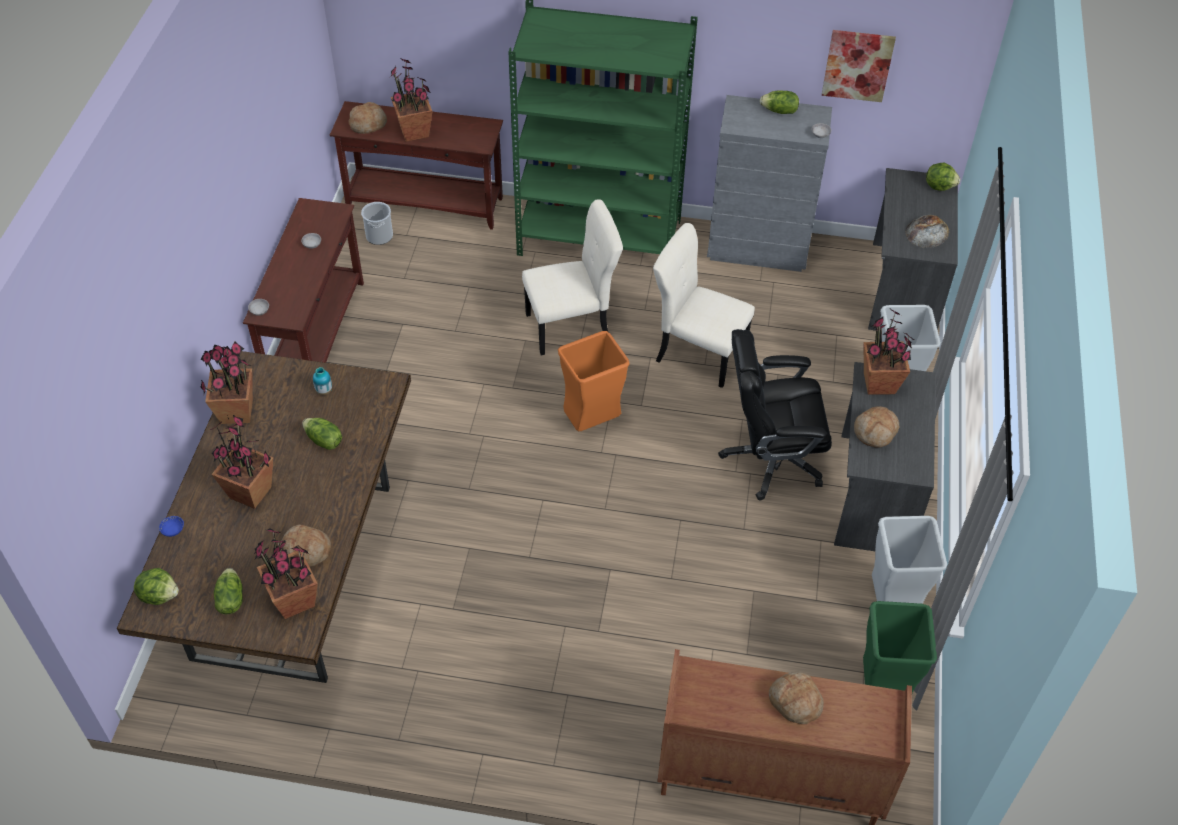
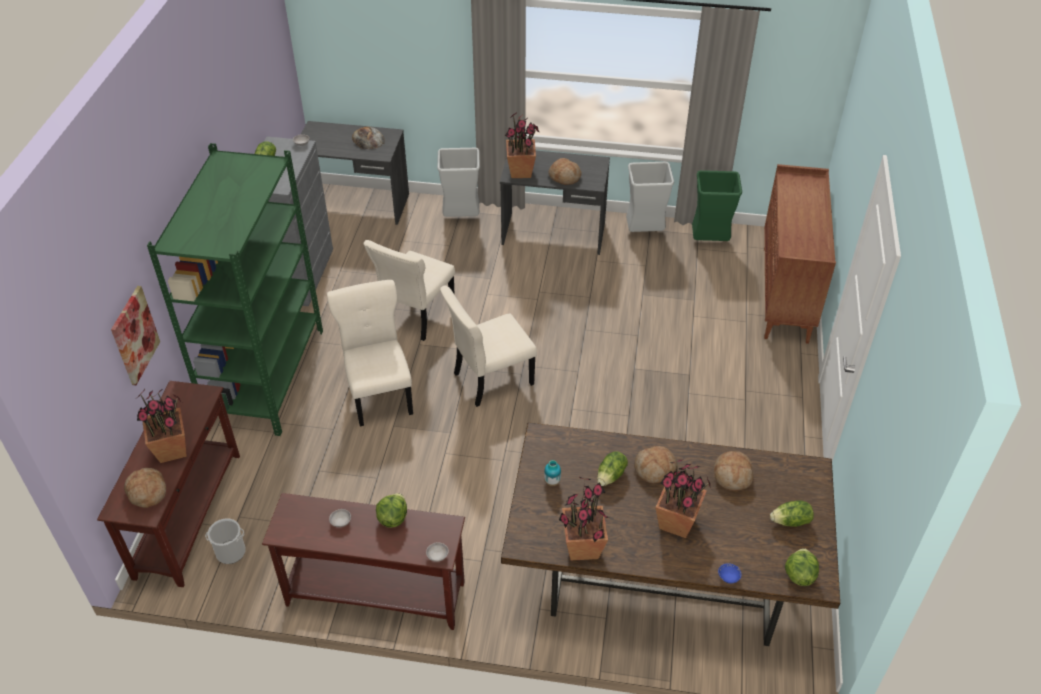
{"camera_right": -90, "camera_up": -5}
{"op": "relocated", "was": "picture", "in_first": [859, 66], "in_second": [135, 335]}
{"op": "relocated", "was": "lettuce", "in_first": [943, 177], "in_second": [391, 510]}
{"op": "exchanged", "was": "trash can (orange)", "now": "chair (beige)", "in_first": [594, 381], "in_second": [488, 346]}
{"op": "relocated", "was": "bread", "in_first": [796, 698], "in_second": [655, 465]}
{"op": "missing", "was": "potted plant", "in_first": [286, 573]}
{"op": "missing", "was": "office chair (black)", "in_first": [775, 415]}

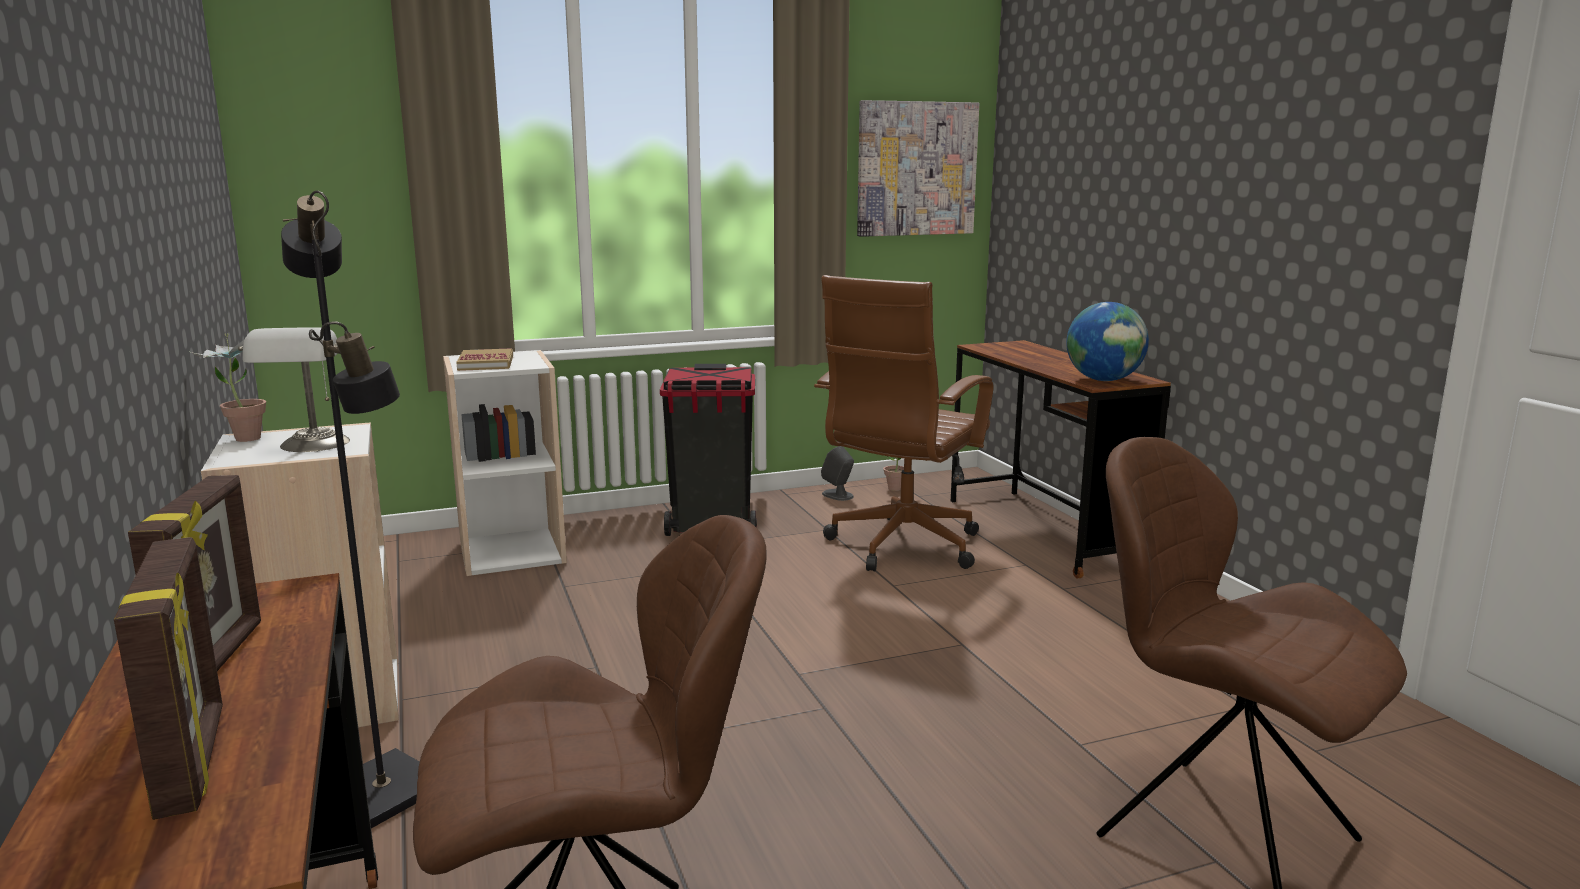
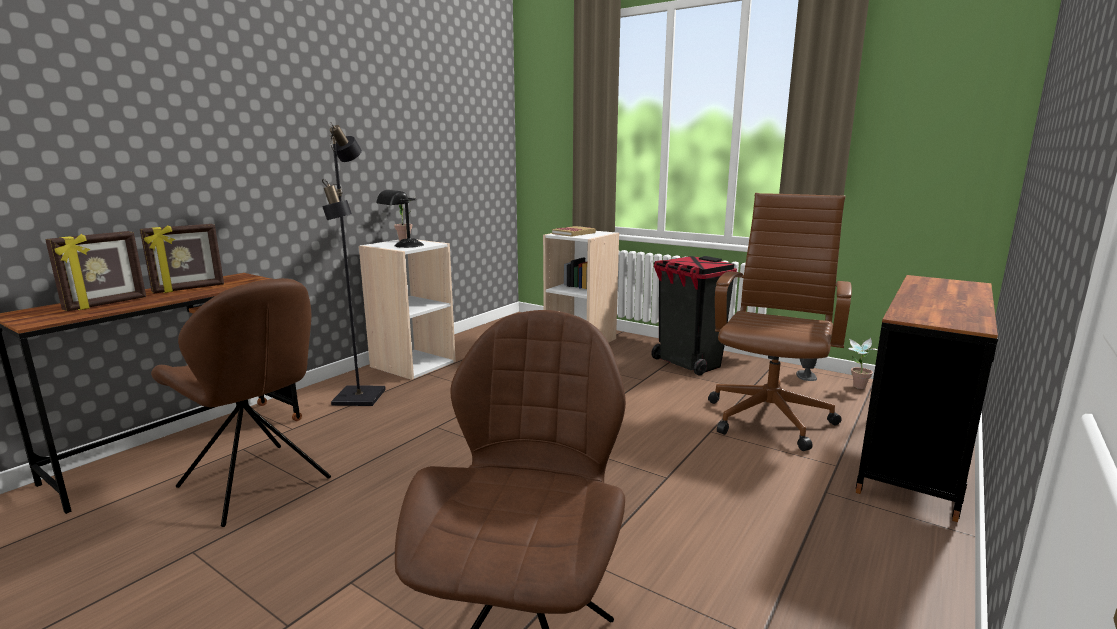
{"camera_right": 55, "camera_up": 0}
{"op": "colour", "was": "table lamp (white)", "now": "table lamp (black)", "in_first": [294, 389], "in_second": [400, 219]}
{"op": "spun", "was": "office chair (brown)", "in_first": [903, 423], "in_second": [780, 322], "clockwise": 120}
{"op": "missing", "was": "picture", "in_first": [918, 168]}
{"op": "missing", "was": "globe", "in_first": [1107, 341]}

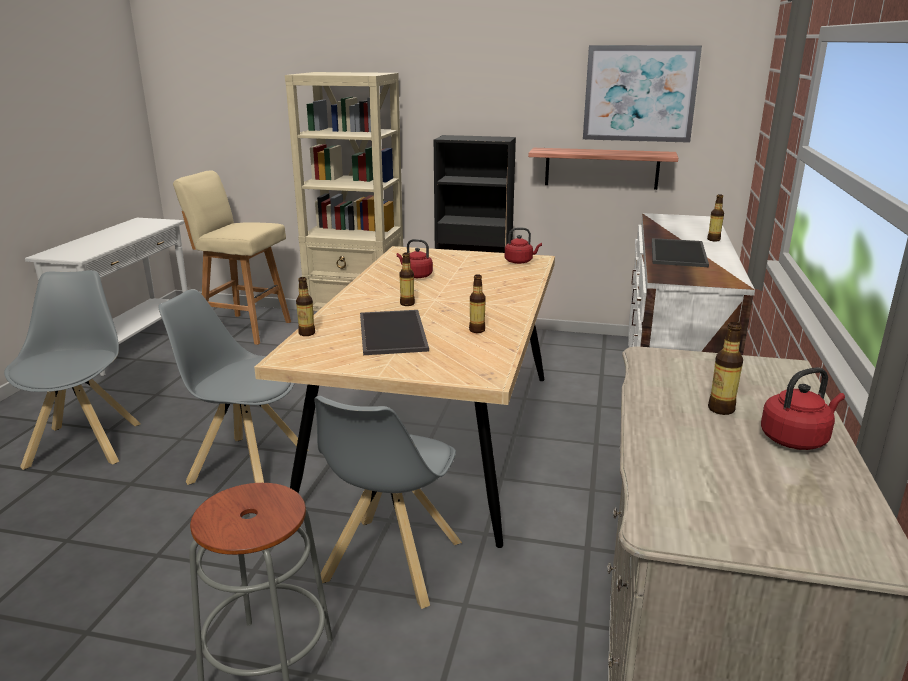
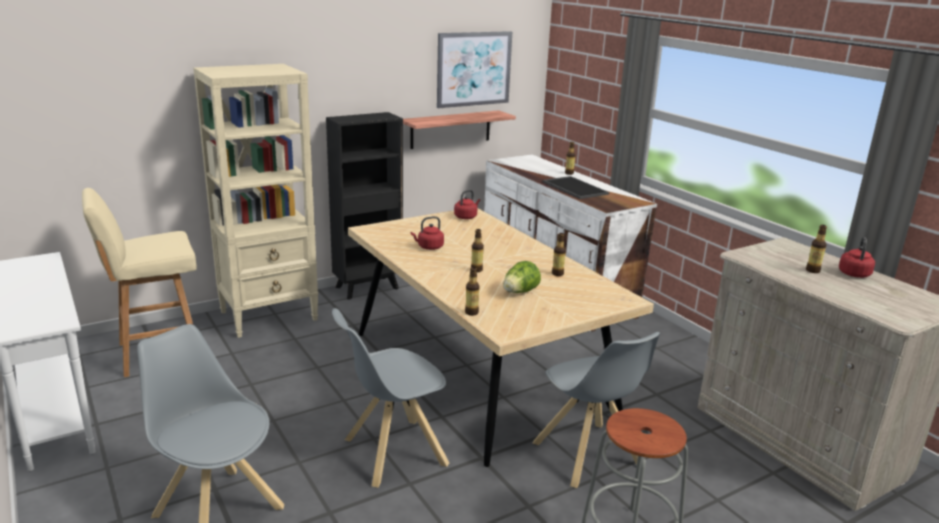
{"camera_right": -45, "camera_up": 0}
{"op": "exchanged", "was": "tray", "now": "lettuce", "in_first": [394, 332], "in_second": [522, 277]}

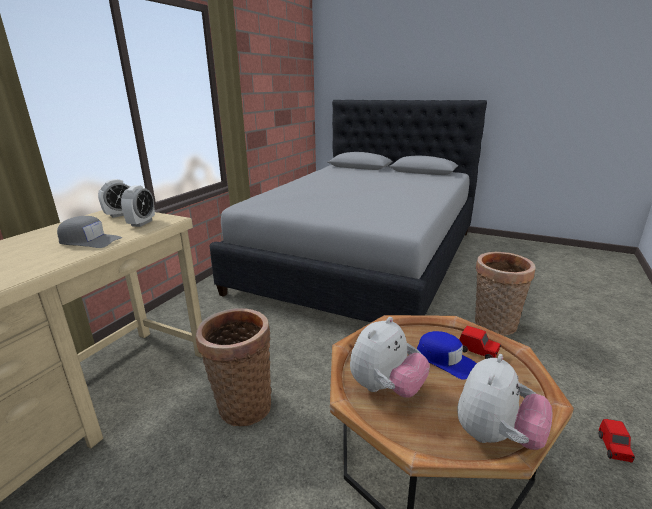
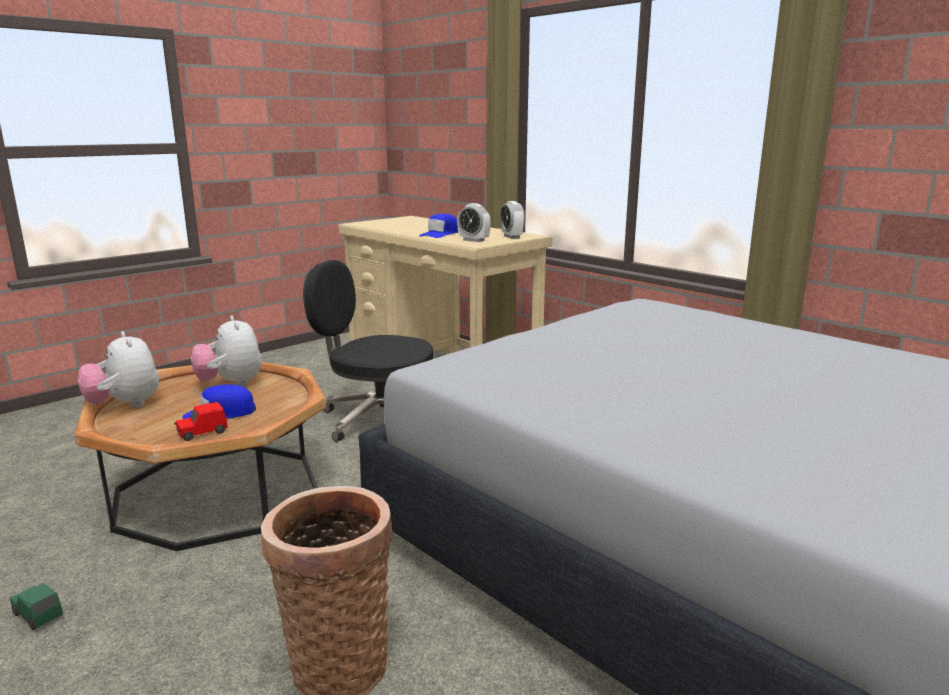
{"camera_right": 110, "camera_up": -5}
{"op": "colour", "was": "toy car (red)", "now": "toy car (green)", "in_first": [617, 441], "in_second": [36, 606]}
{"op": "exchanged", "was": "basket", "now": "office chair (black)", "in_first": [233, 367], "in_second": [368, 351]}
{"op": "colour", "was": "cap (grey)", "now": "cap (blue)", "in_first": [89, 232], "in_second": [438, 226]}

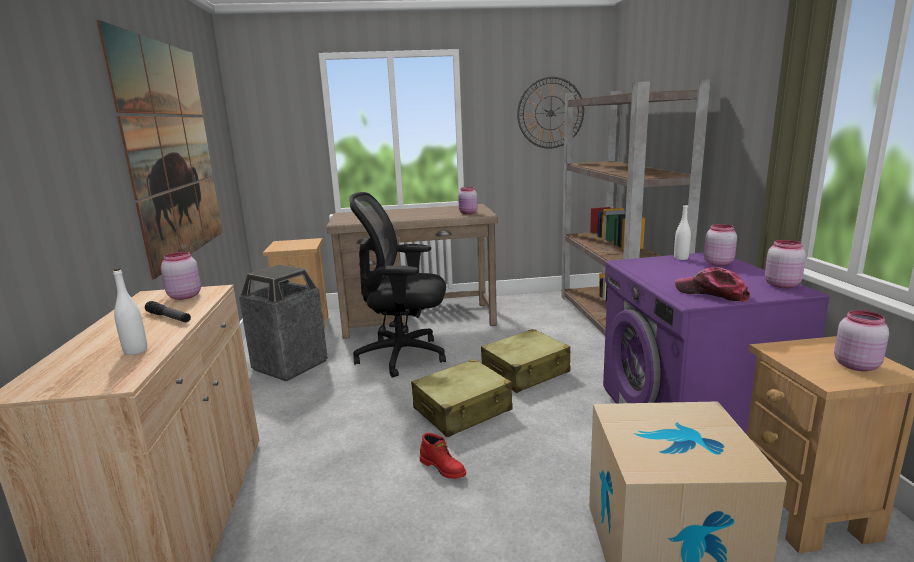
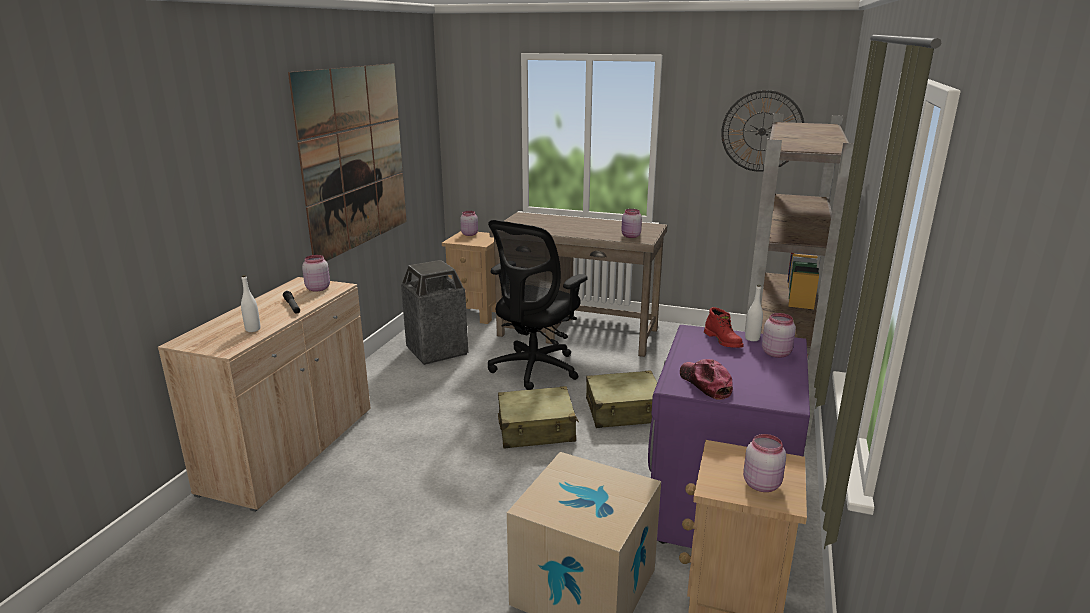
{"camera_right": 25, "camera_up": 5}
{"op": "relocated", "was": "jar (pink)", "in_first": [785, 264], "in_second": [469, 223]}
{"op": "spun", "was": "office chair (black)", "in_first": [397, 285], "in_second": [538, 305], "clockwise": -90}
{"op": "relocated", "was": "boot (red)", "in_first": [443, 456], "in_second": [724, 327]}

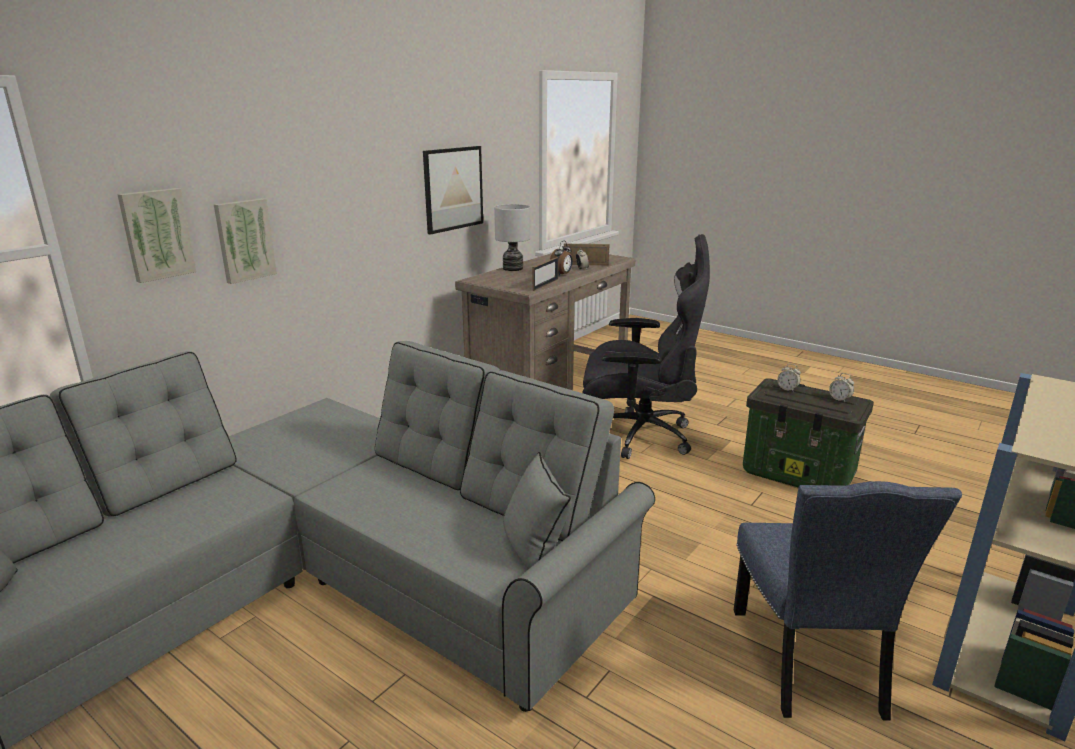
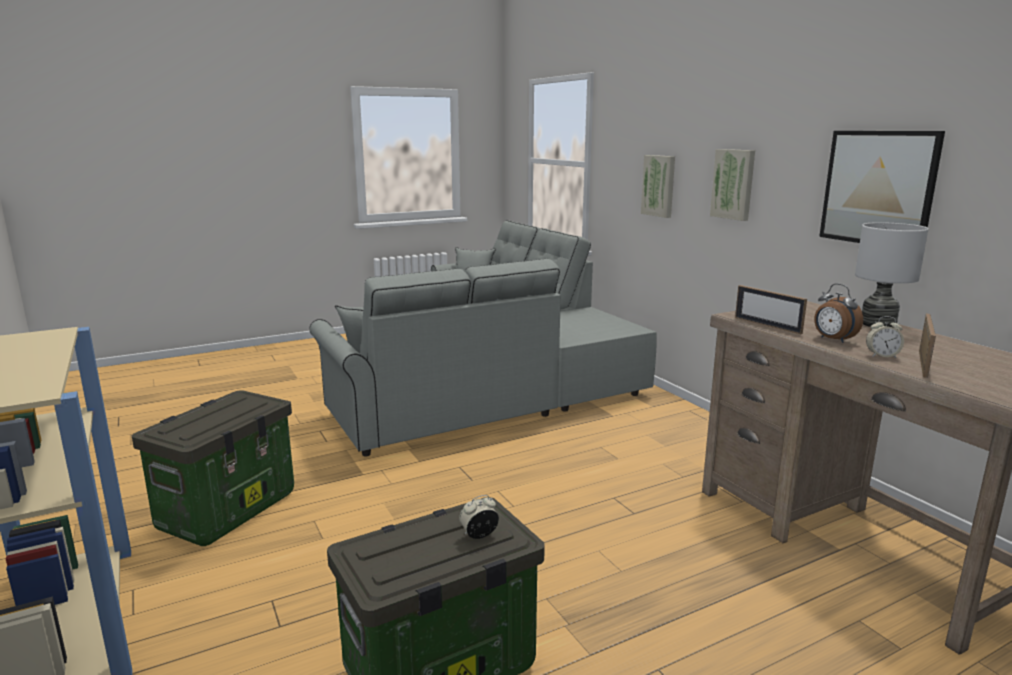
{"camera_right": 115, "camera_up": -5}
{"op": "exchanged", "was": "chair (blue)", "now": "storage box", "in_first": [848, 601], "in_second": [213, 468]}
{"op": "relocated", "was": "picture", "in_first": [156, 235], "in_second": [732, 185]}
{"op": "missing", "was": "office chair (black)", "in_first": [646, 346]}
{"op": "missing", "was": "alarm clock", "in_first": [841, 387]}

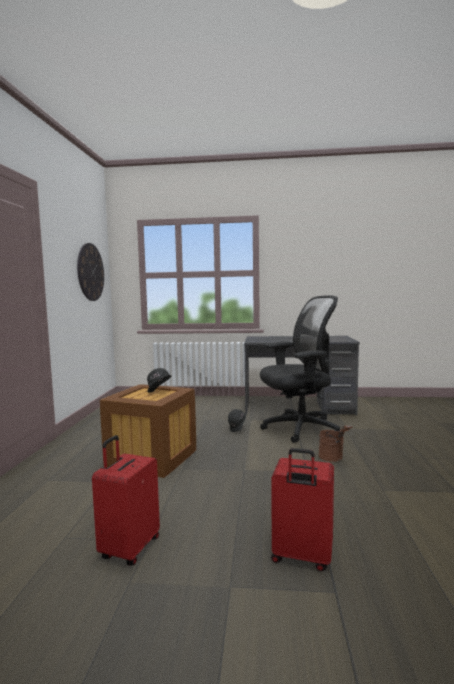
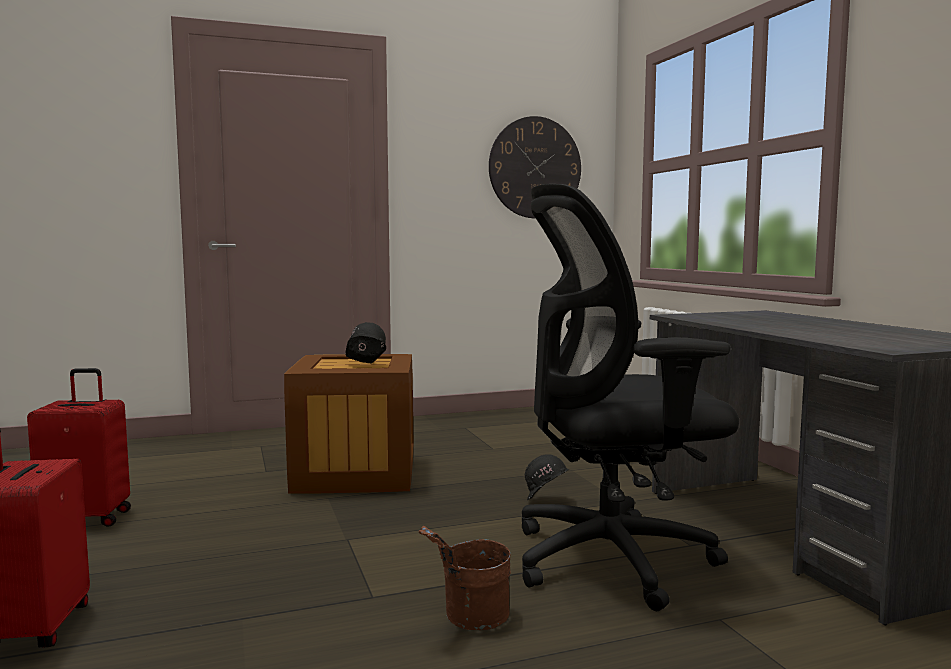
{"camera_right": 65, "camera_up": 0}
{"op": "spun", "was": "office chair (black)", "in_first": [300, 369], "in_second": [630, 397], "clockwise": 120}

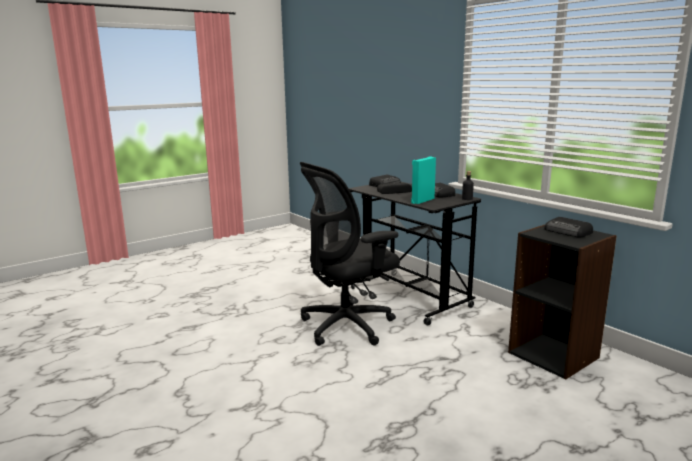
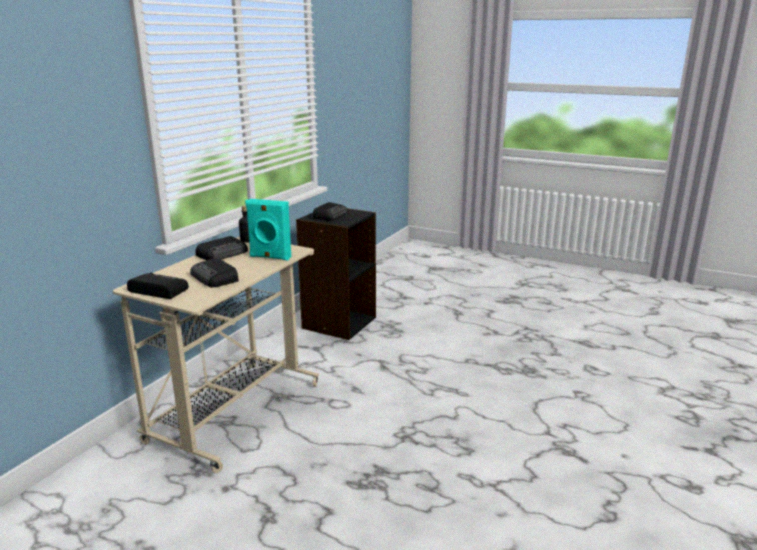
{"camera_right": -115, "camera_up": 5}
{"op": "colour", "was": "desk (black)", "now": "desk (beige)", "in_first": [415, 253], "in_second": [216, 355]}
{"op": "missing", "was": "office chair (black)", "in_first": [350, 254]}

